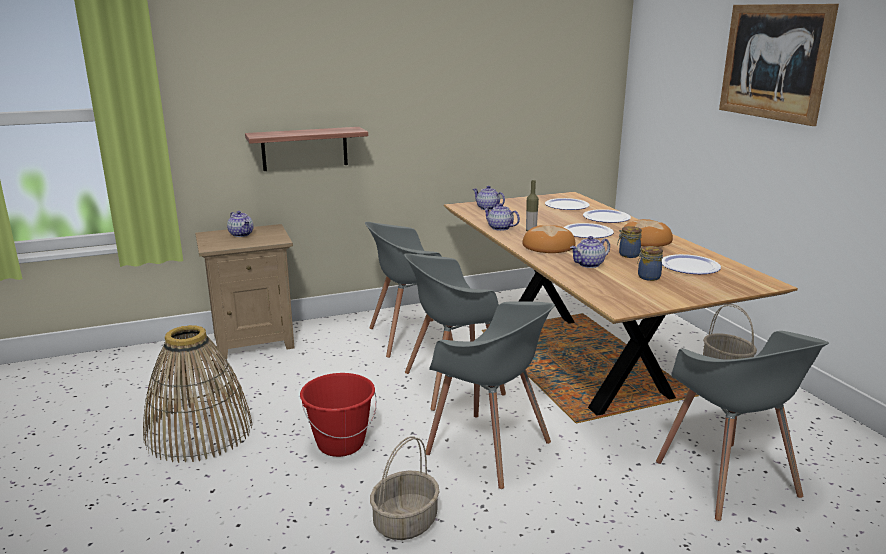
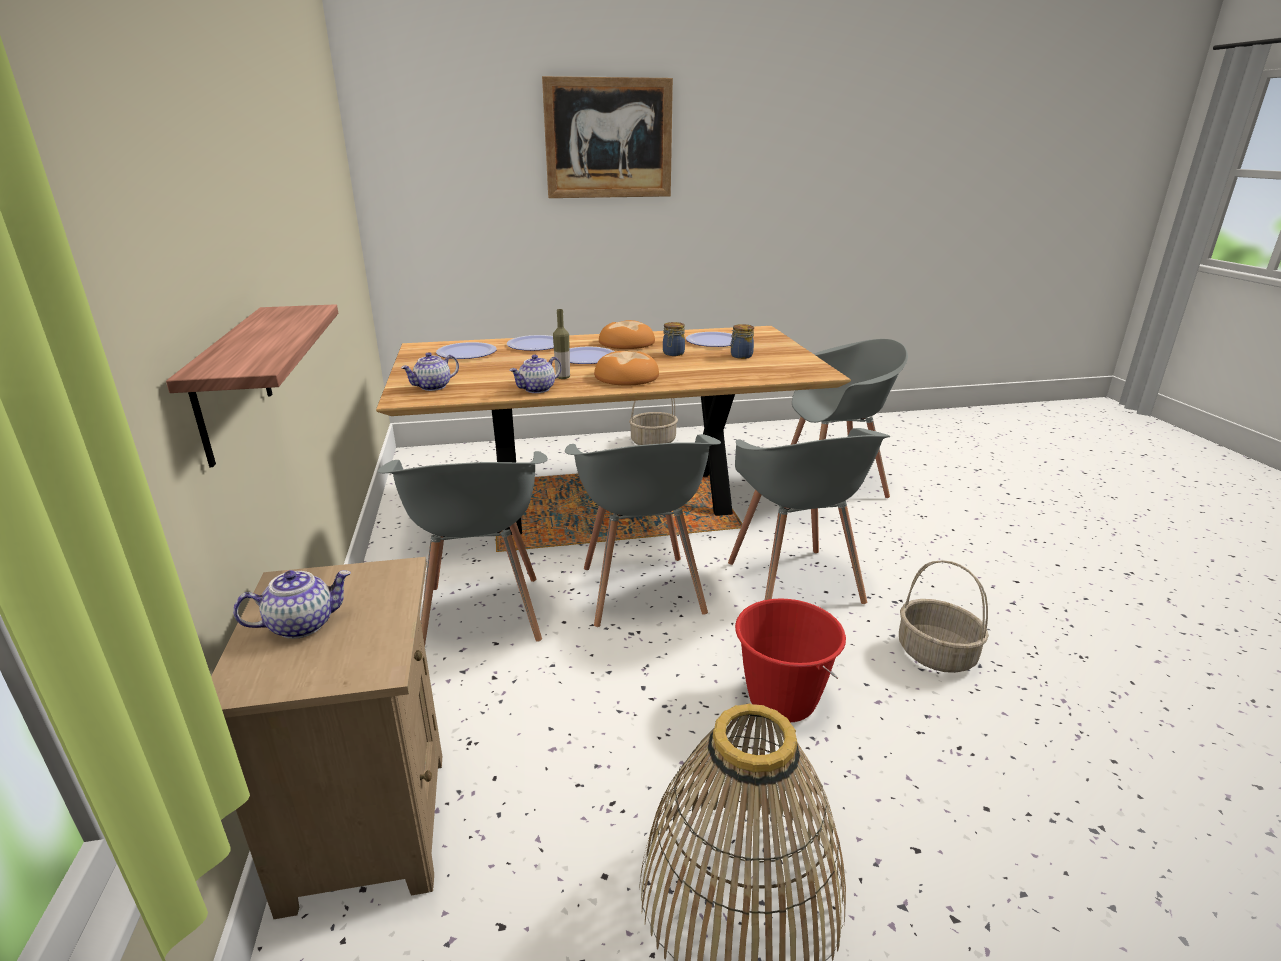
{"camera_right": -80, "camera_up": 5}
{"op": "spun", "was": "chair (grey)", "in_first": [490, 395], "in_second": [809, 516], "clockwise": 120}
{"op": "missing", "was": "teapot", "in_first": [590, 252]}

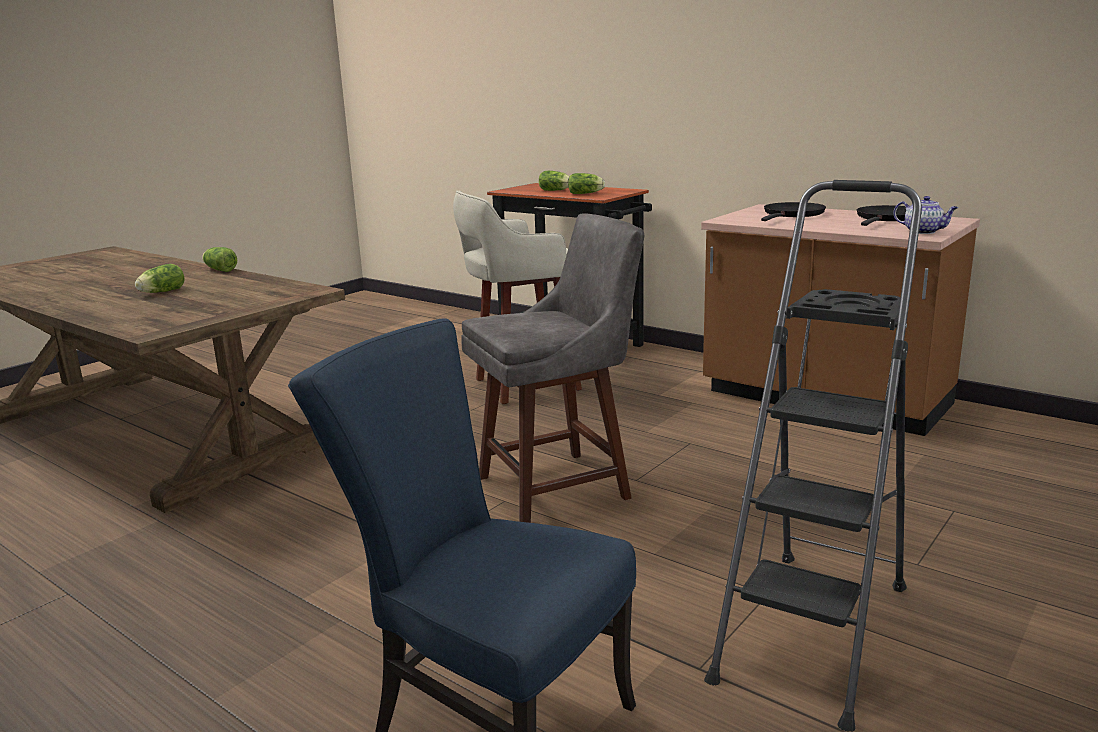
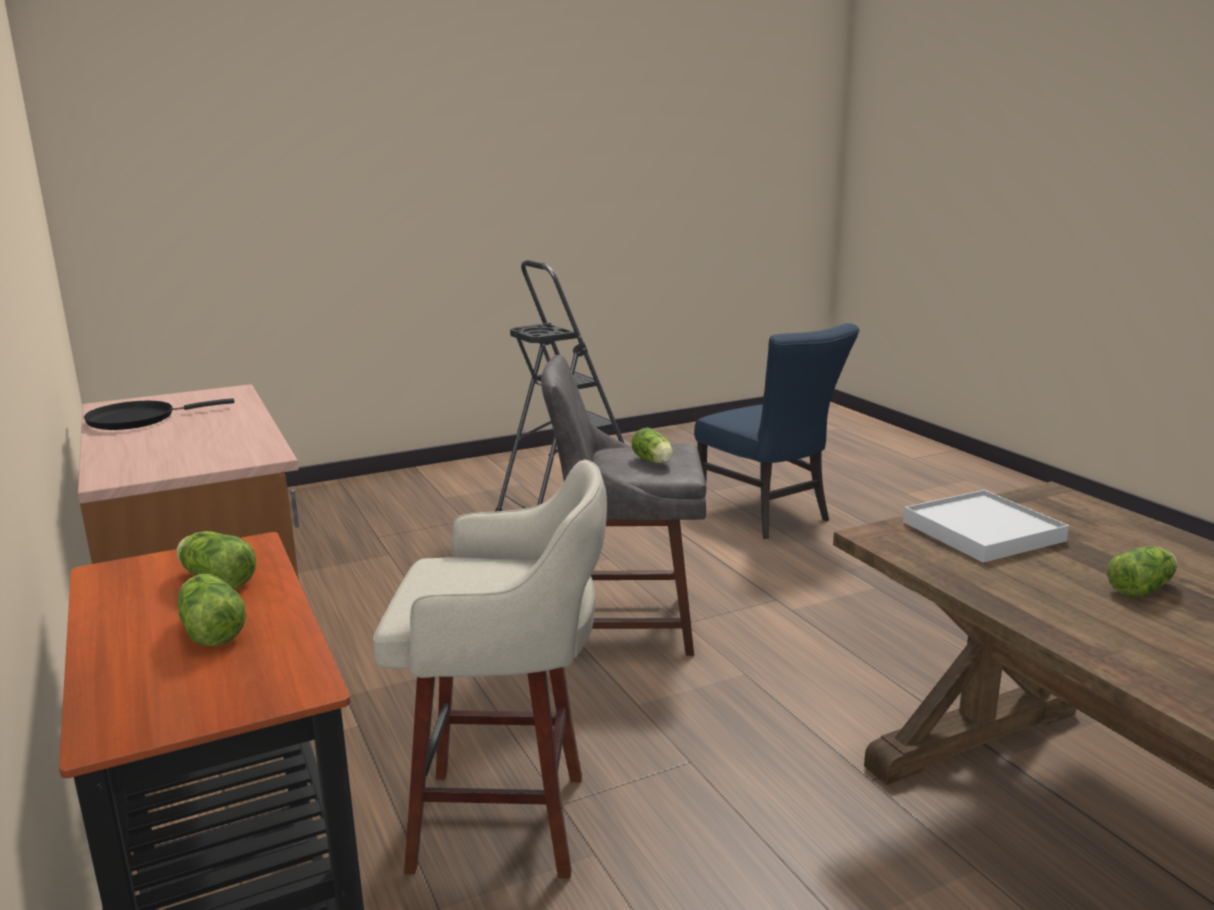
{"camera_right": -155, "camera_up": 0}
{"op": "relocated", "was": "lettuce", "in_first": [219, 259], "in_second": [652, 445]}
{"op": "appeared", "now": "tray (white)", "in_second": [986, 526]}
{"op": "missing", "was": "frying pan (black)", "in_first": [793, 211]}
{"op": "missing", "was": "teapot", "in_first": [926, 215]}

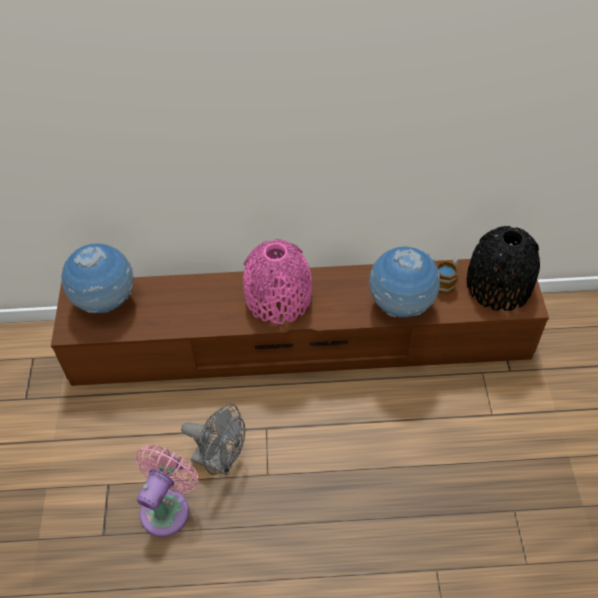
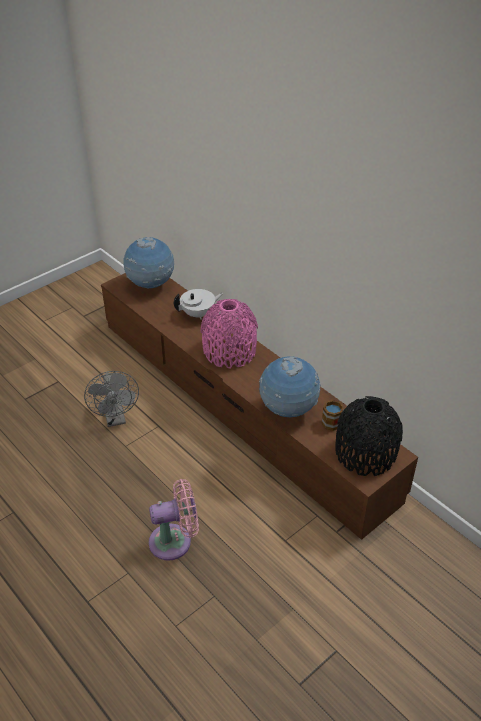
{"camera_right": 50, "camera_up": -10}
{"op": "relocated", "was": "fan (pink)", "in_first": [166, 491], "in_second": [174, 520]}
{"op": "appeared", "now": "teapot (white)", "in_second": [199, 304]}

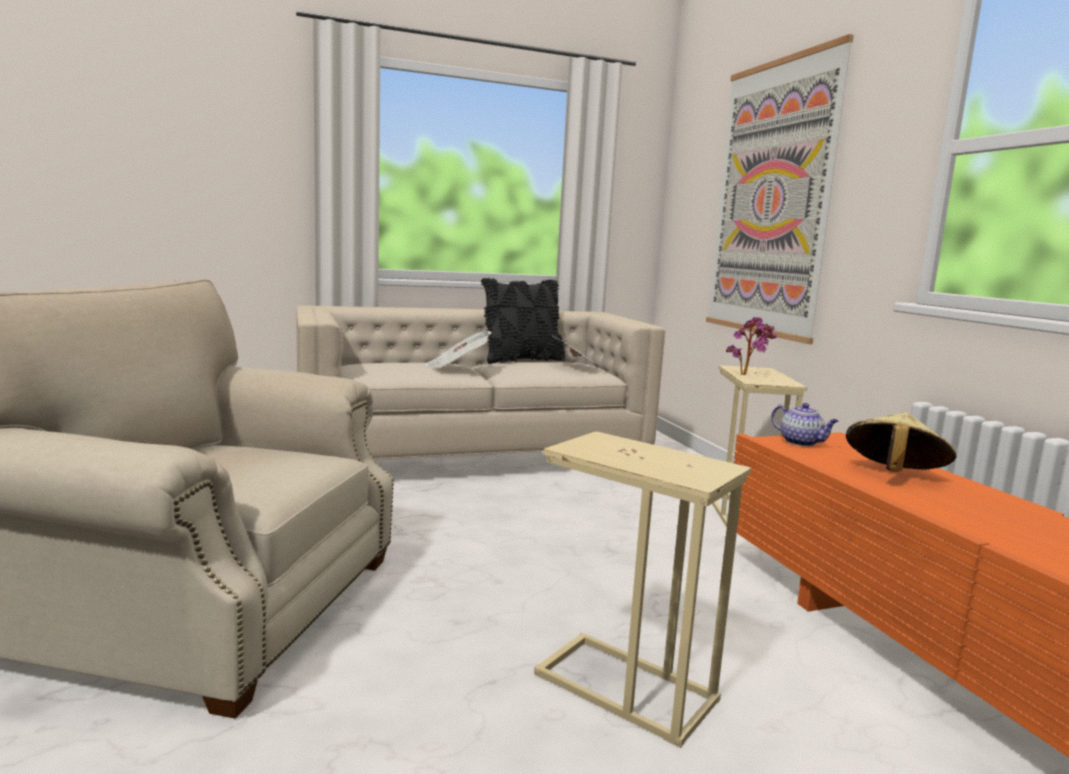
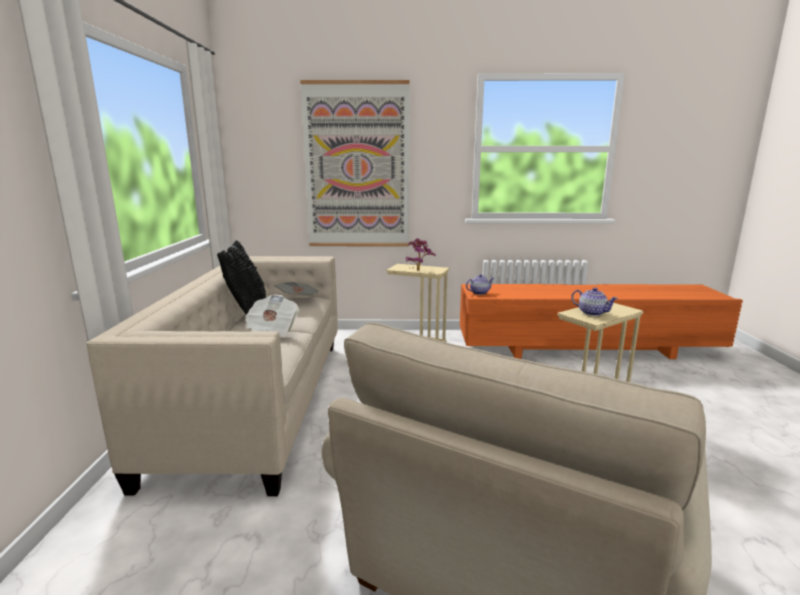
{"camera_right": -70, "camera_up": 5}
{"op": "appeared", "now": "teapot", "in_second": [594, 301]}
{"op": "missing", "was": "hat (beige)", "in_first": [901, 442]}

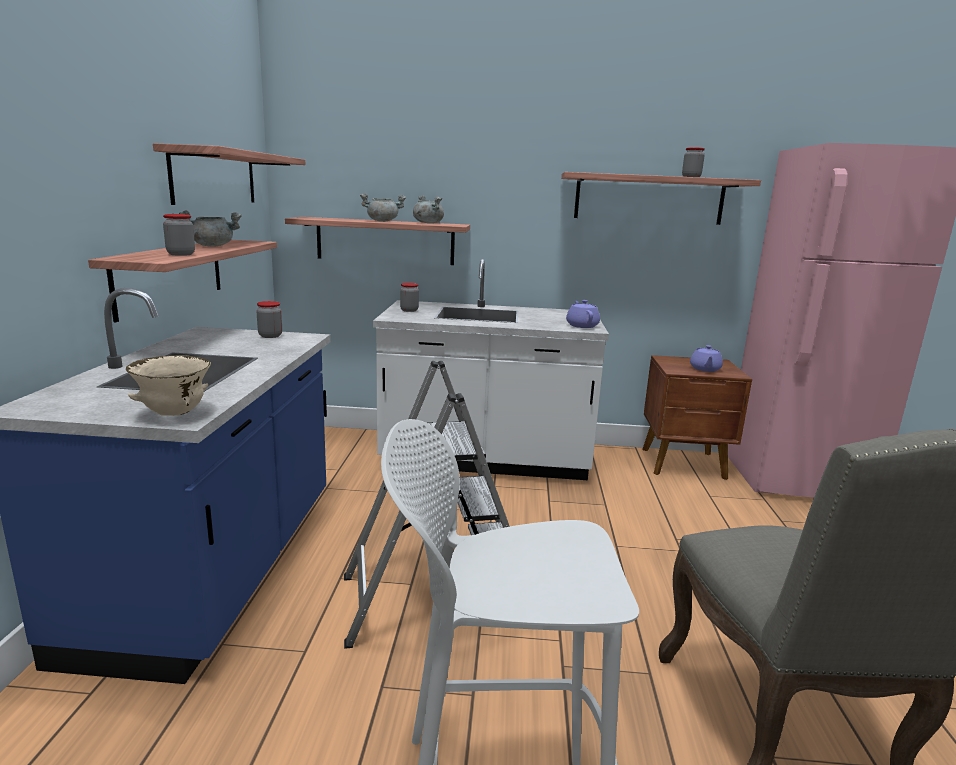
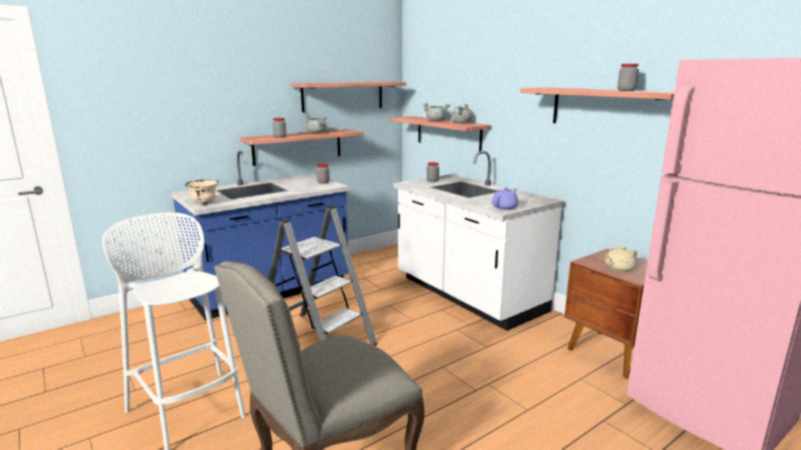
{"camera_right": 50, "camera_up": 0}
{"op": "colour", "was": "teapot (purple)", "now": "teapot (beige)", "in_first": [706, 358], "in_second": [620, 259]}

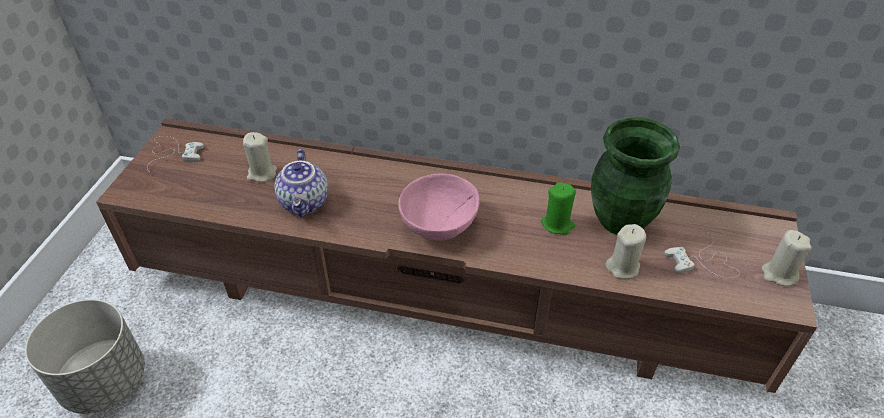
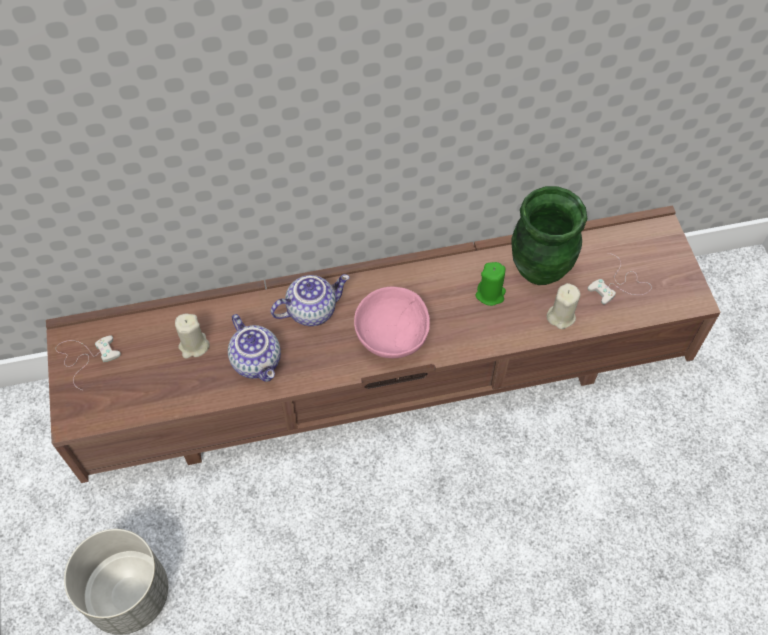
{"camera_right": -25, "camera_up": 15}
{"op": "appeared", "now": "teapot", "in_second": [310, 300]}
{"op": "missing", "was": "candle (beige)", "in_first": [787, 258]}

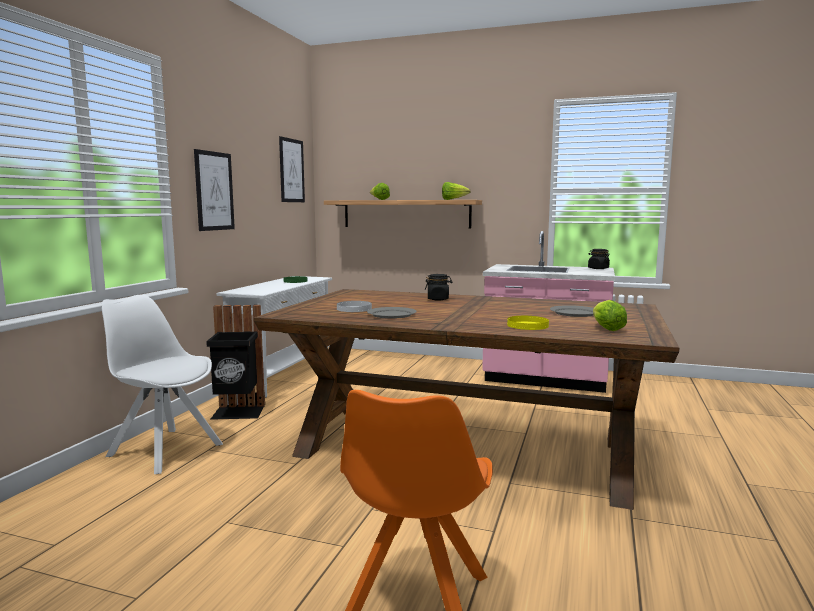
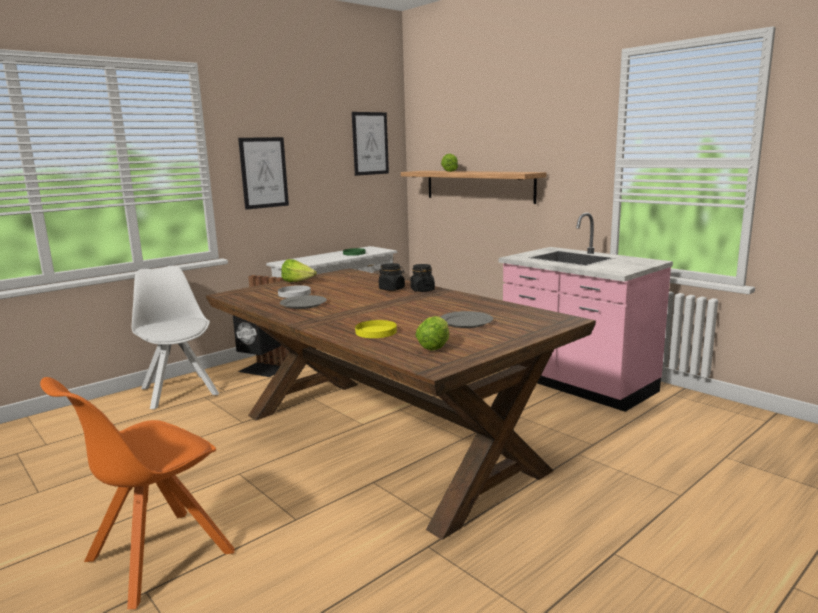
{"camera_right": 30, "camera_up": 5}
{"op": "relocated", "was": "lettuce", "in_first": [456, 191], "in_second": [299, 270]}
{"op": "relocated", "was": "jar (black)", "in_first": [599, 259], "in_second": [422, 278]}

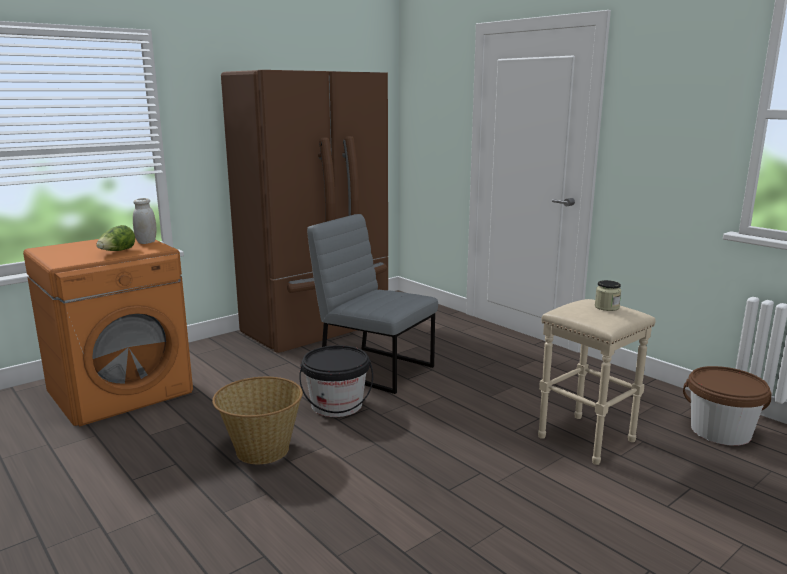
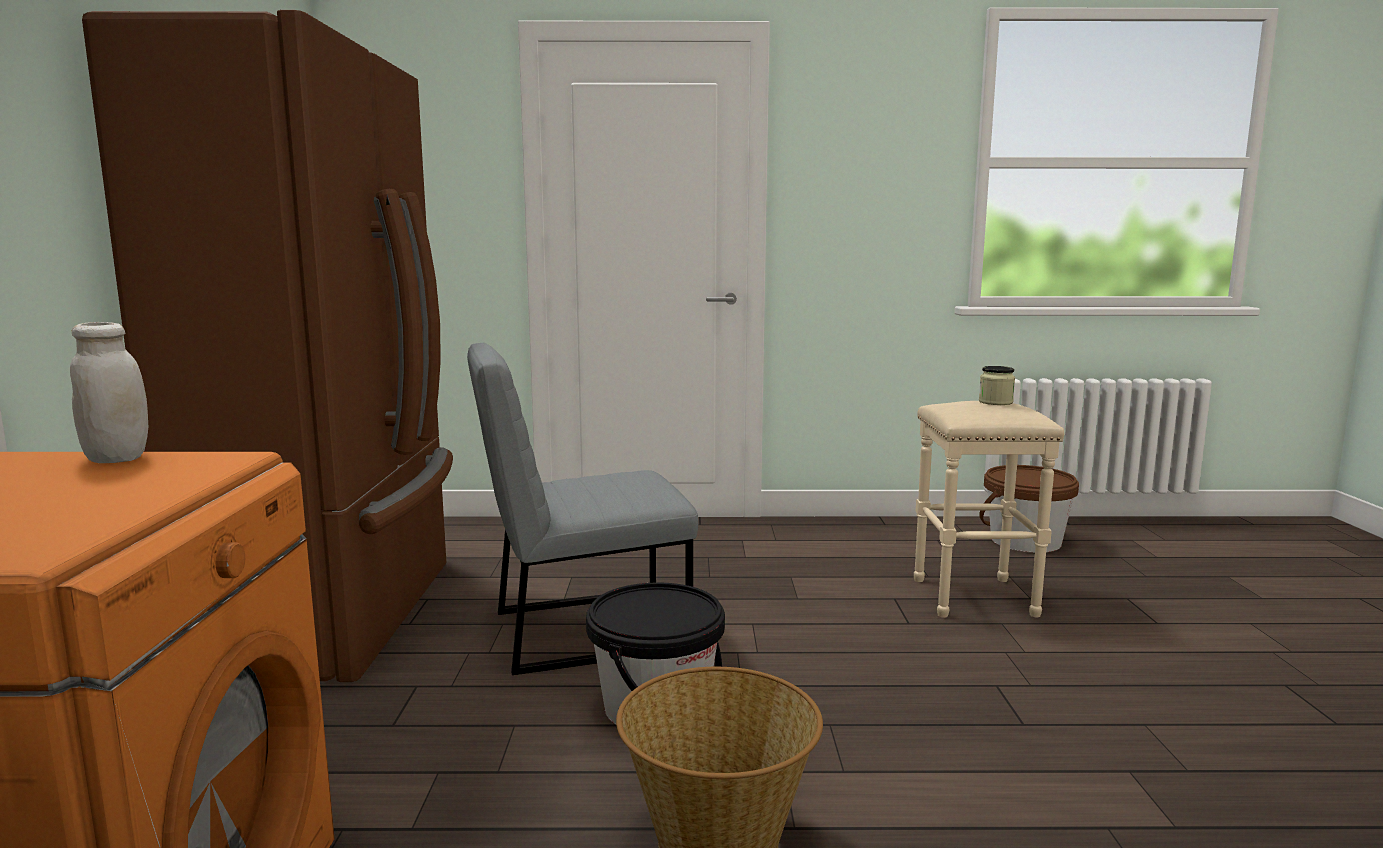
{"camera_right": -50, "camera_up": -5}
{"op": "missing", "was": "lettuce", "in_first": [115, 238]}

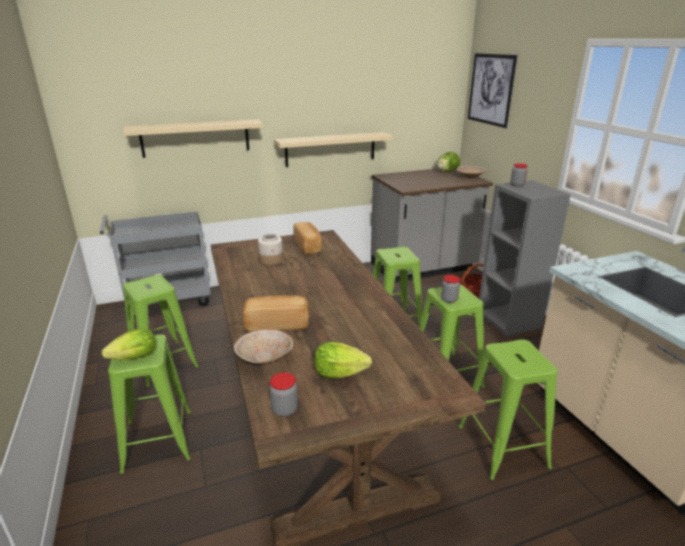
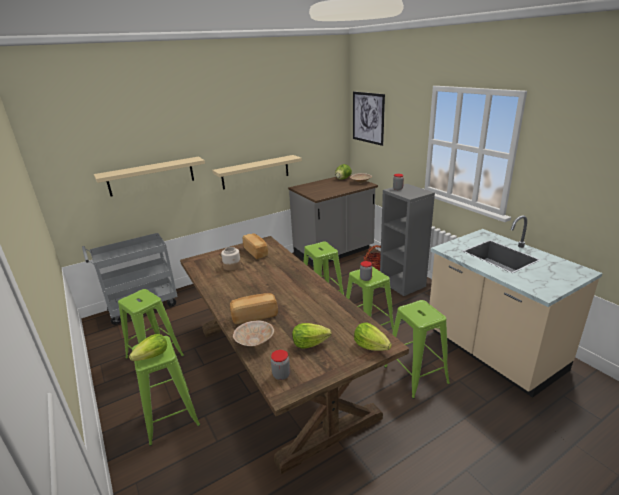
{"camera_right": -10, "camera_up": 0}
{"op": "appeared", "now": "lettuce", "in_second": [373, 336]}

